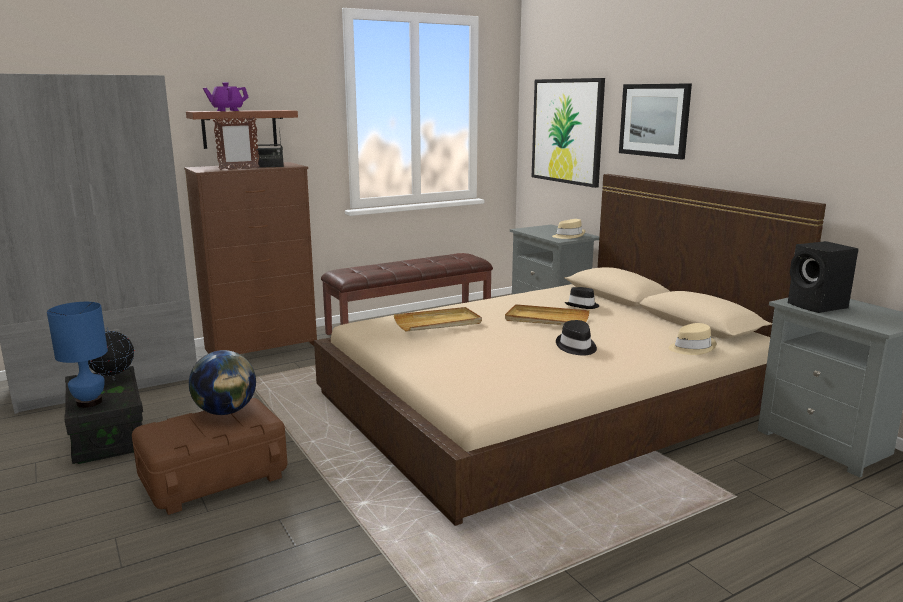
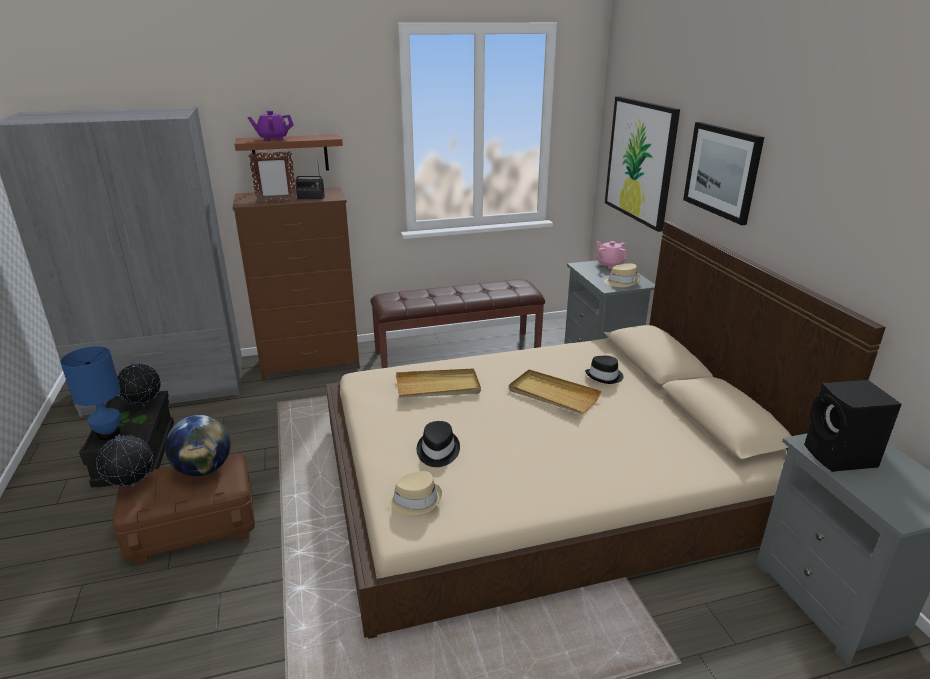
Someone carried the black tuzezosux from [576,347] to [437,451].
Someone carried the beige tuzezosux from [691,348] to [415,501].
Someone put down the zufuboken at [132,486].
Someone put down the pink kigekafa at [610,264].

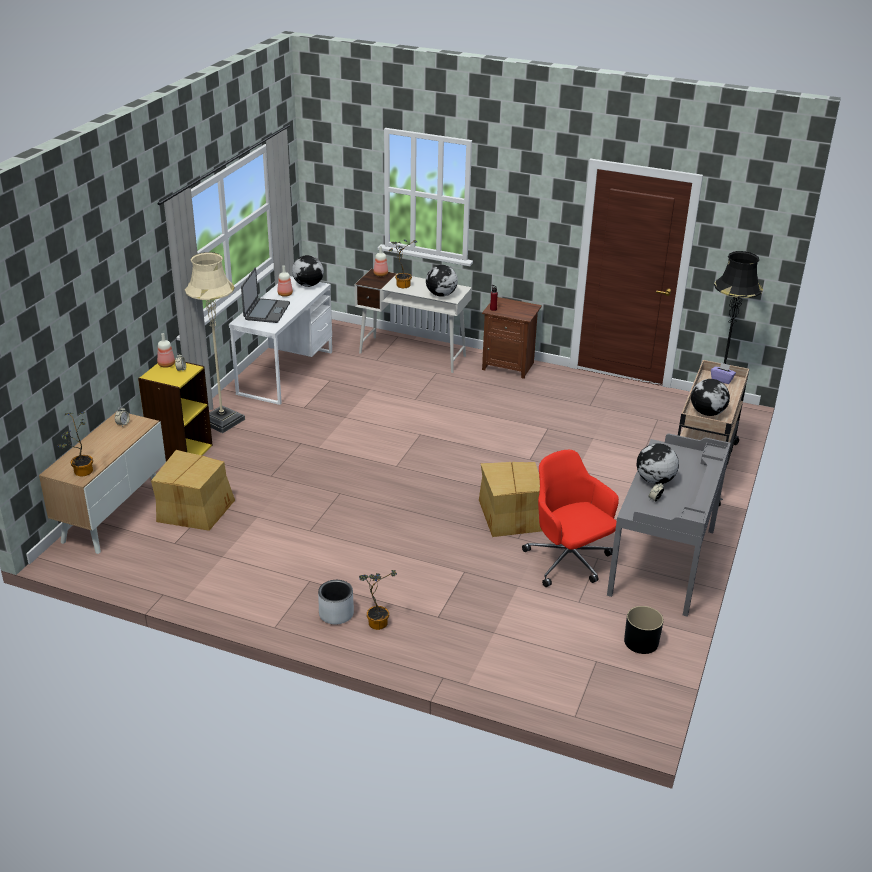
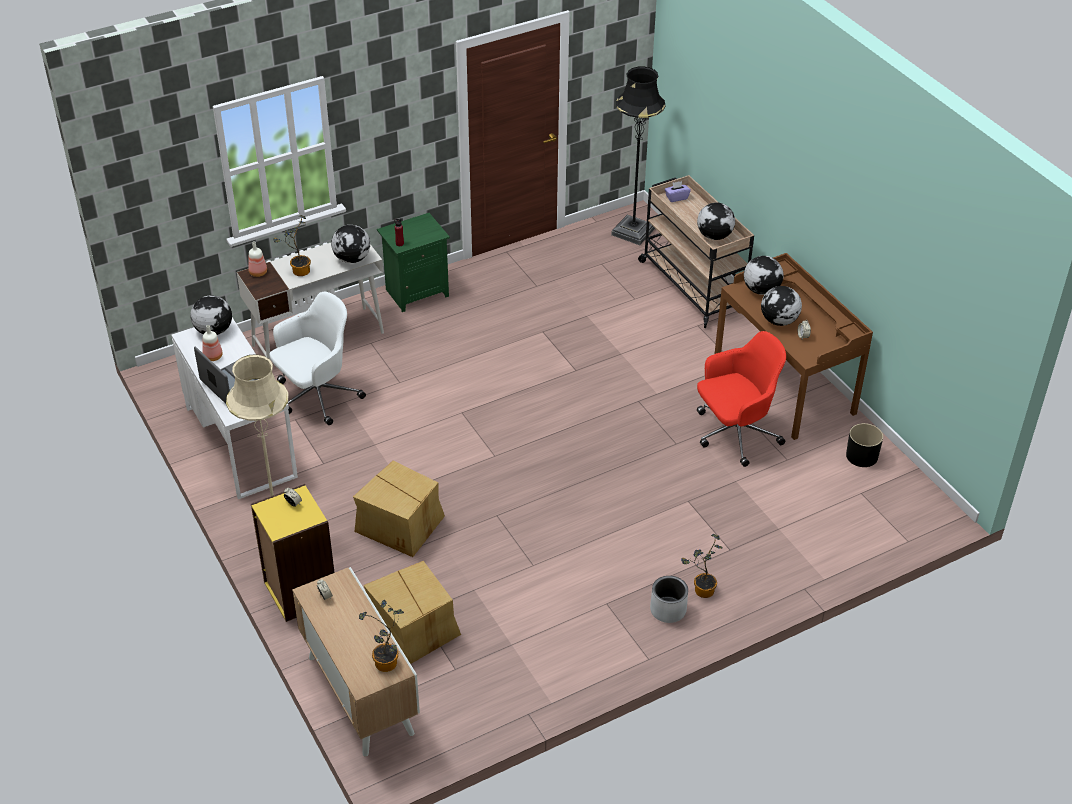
Someone took away the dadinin at [166,365].
Someone carried the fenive from [512,516] to [401,525].
Someone repainted the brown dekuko at [508,366], which became the green dekuko at [416,292].
Someone rotated the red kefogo at [569,562] by 150 degrees clockwise.
Someone repainted the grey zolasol at [663,562], which became the brown zolasol at [785,384].
Someone put down the white kefogo at [317,396].
Someone put down the zufuboken at [761,290].

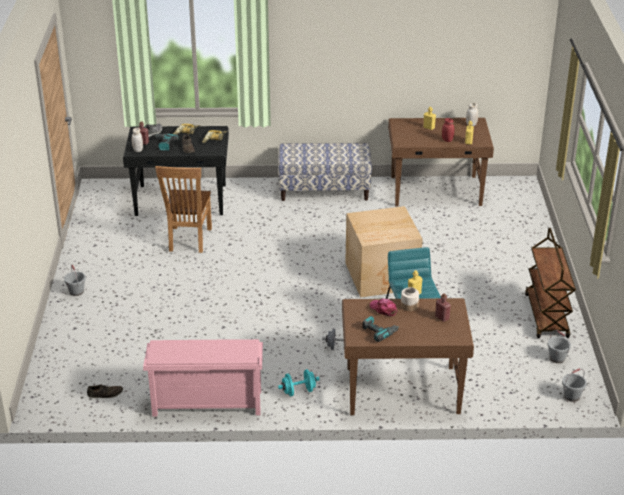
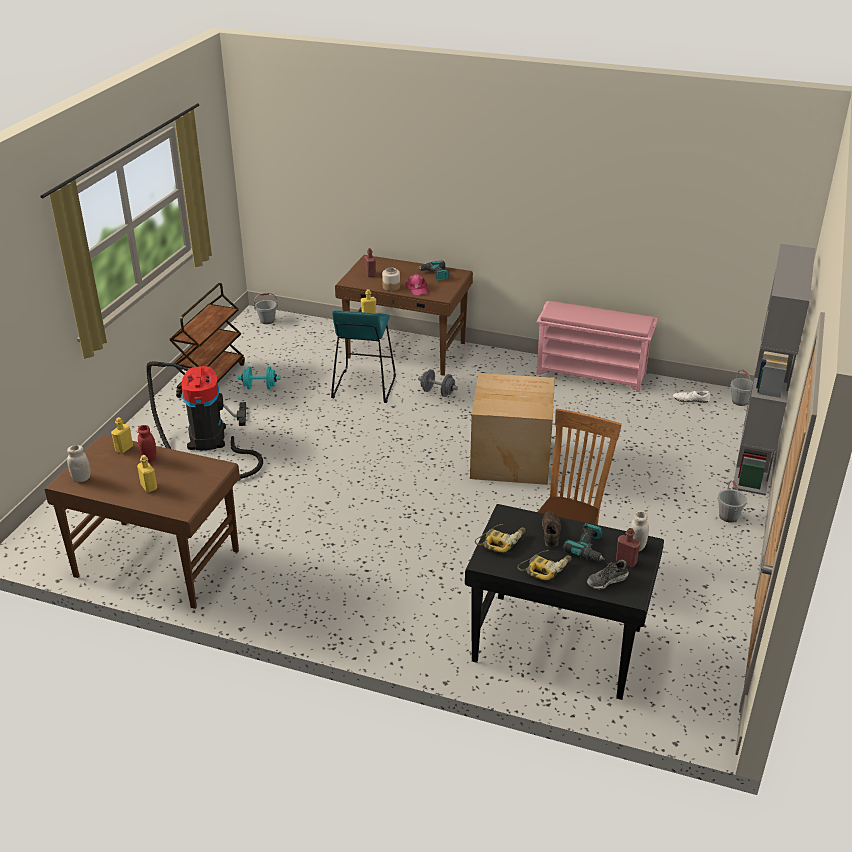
Someone repainted the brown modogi at [105,394], which became the white modogi at [690,399].
Someone took away the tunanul at [324,190].
Someone carried the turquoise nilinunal from [298,391] to [260,387].
Someone carried the fenive from [383,276] to [509,458].
Someone carried the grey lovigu from [557,358] to [740,401].
Someone put down the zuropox at [208,441].
Someone put down the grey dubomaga at [754,460].

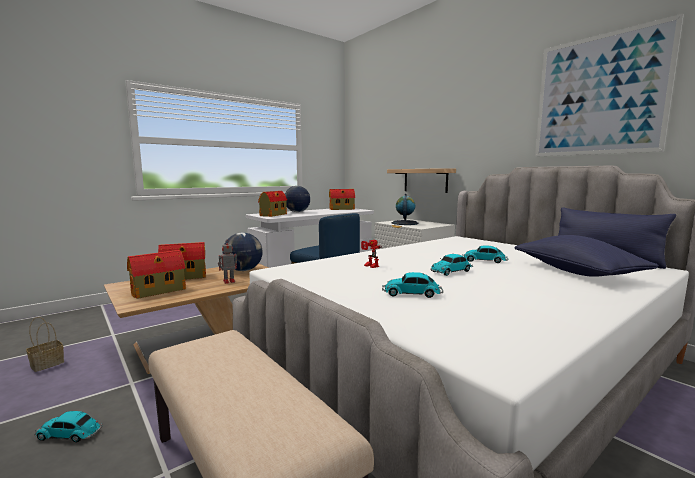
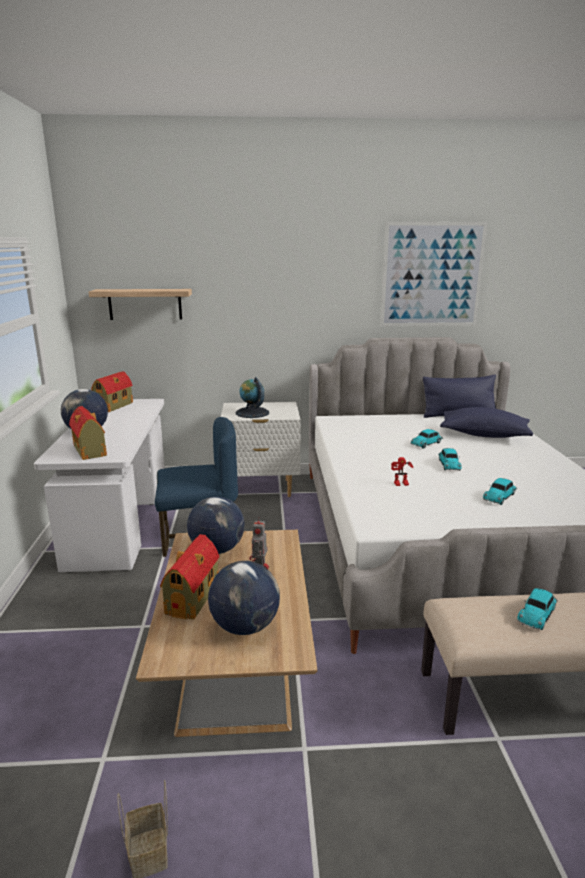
Someone carried the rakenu from [70,434] to [537,613].
Someone swapped the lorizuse at [160,291] for the zufuboken at [245,626].
Someone carried the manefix from [425,180] to [145,304].

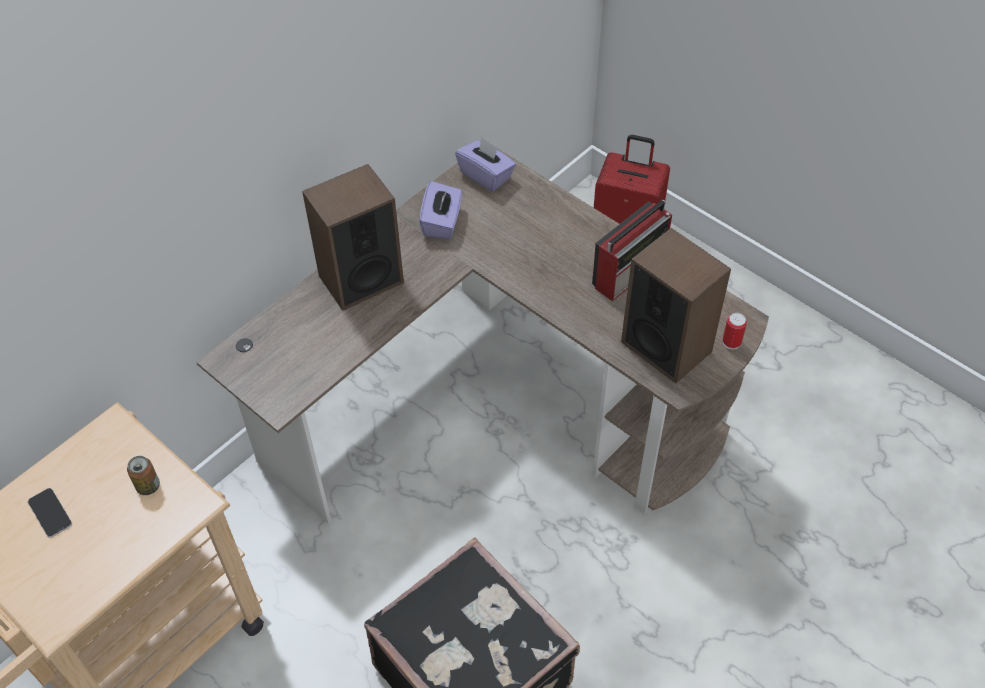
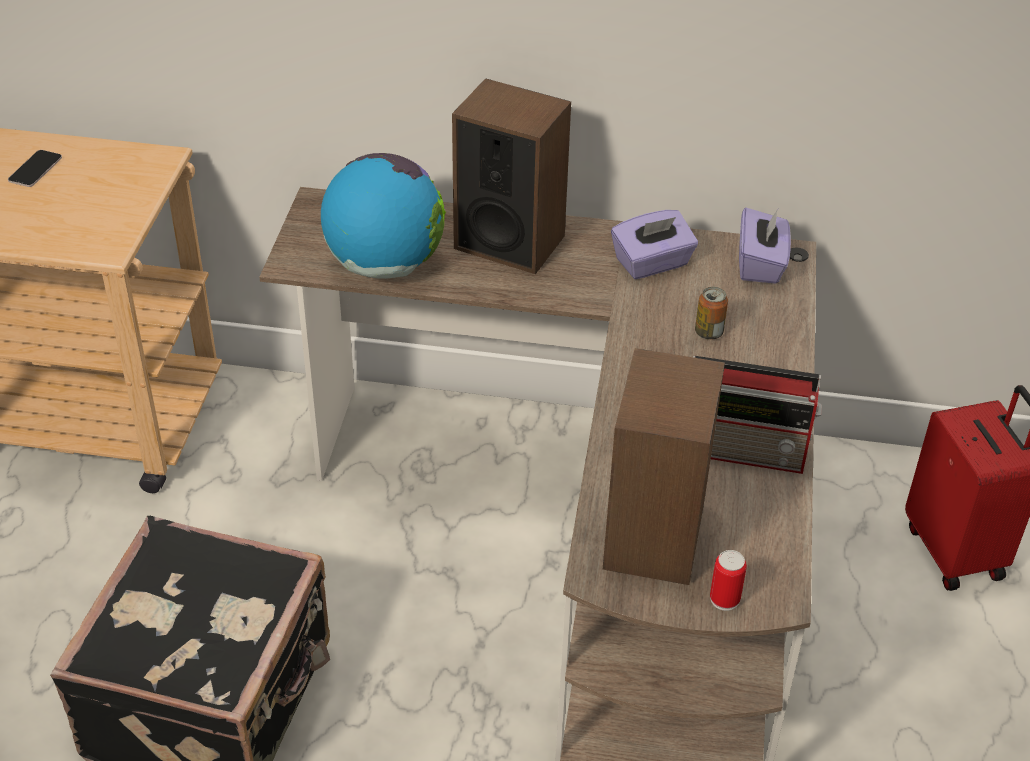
Someone carried the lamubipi from [148,486] to [709,332].
Someone put down the zufuboken at [385,265].

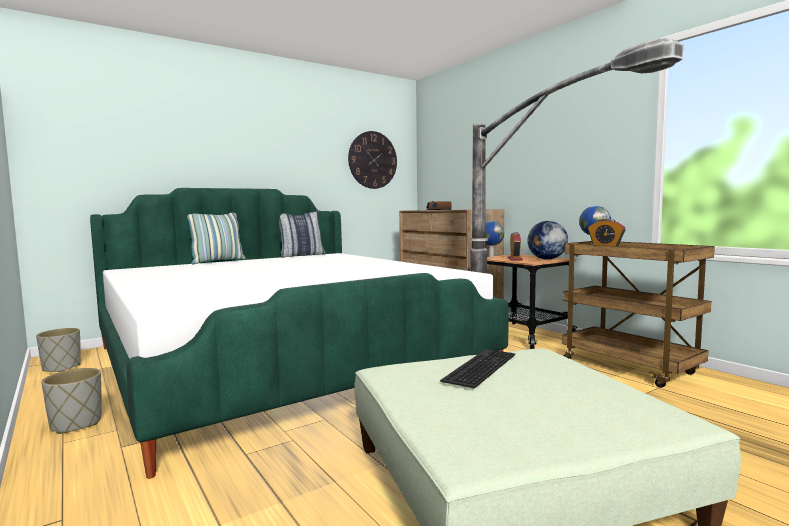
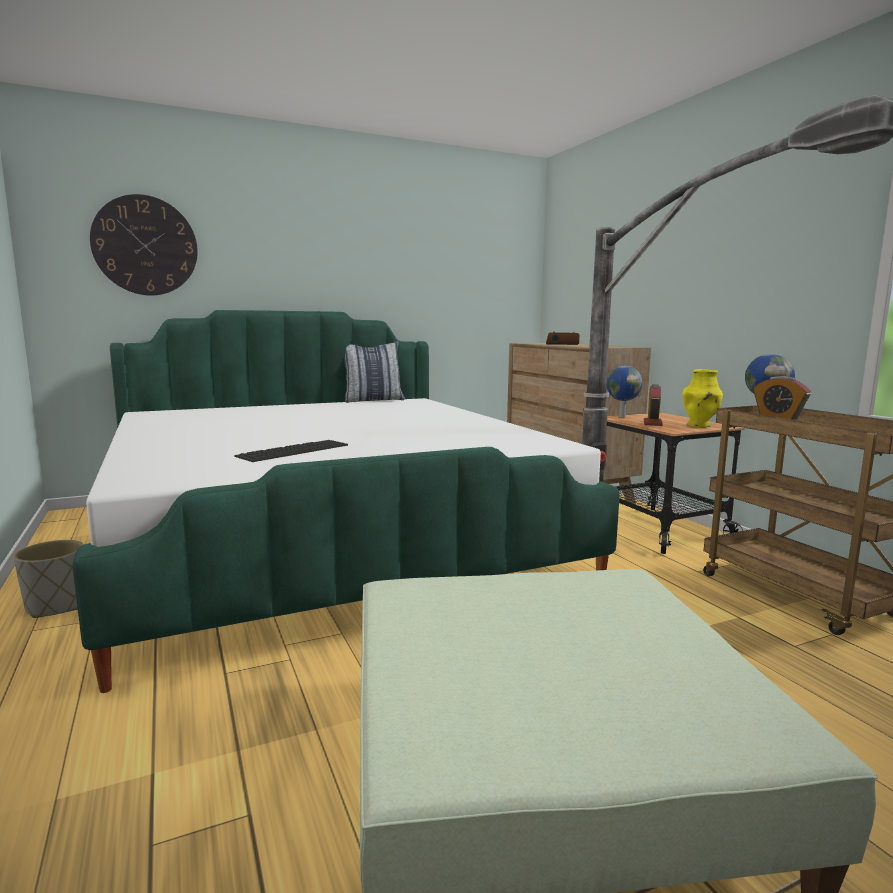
Someone took away the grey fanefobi at [61,367].
Someone took away the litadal at [217,261].
Someone carried the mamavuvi from [372,160] to [145,246].
Someone carried the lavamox from [479,366] to [293,450].
Someone swapped the zufuboken at [546,259] for the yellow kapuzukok at [699,425].

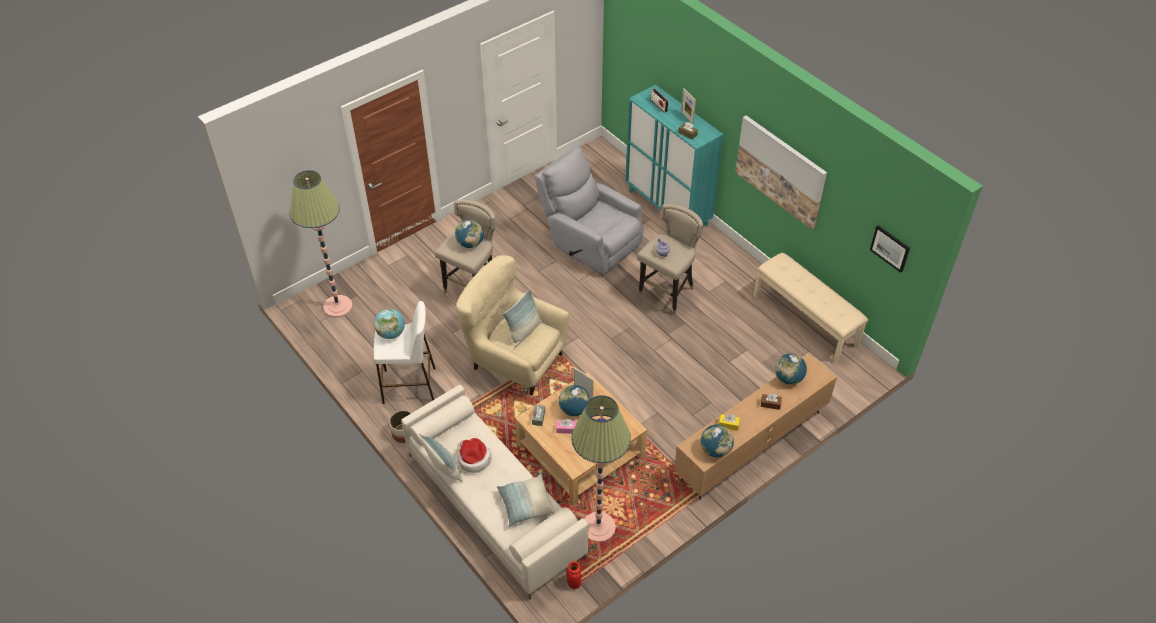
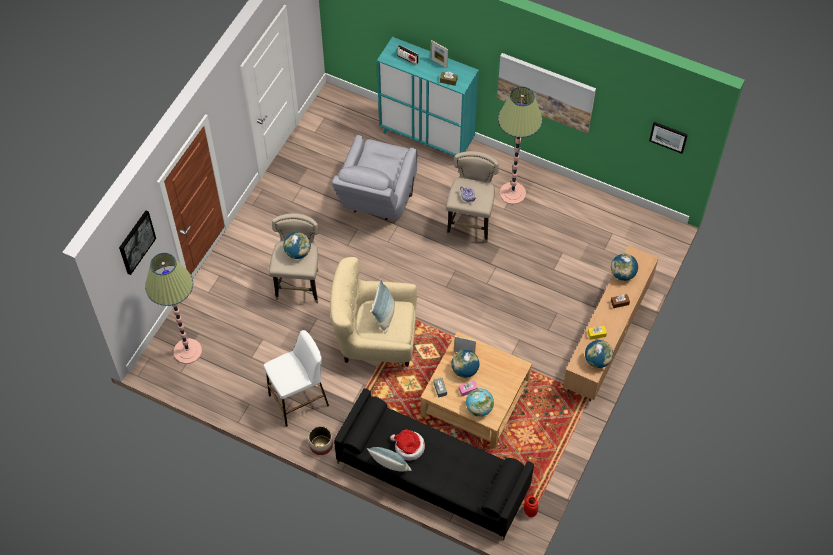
Someone carried the zufuboken from [391,333] to [479,408].
Someone repainted the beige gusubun at [493,505], which became the black gusubun at [432,476].
Someone took away the litadal at [526,505].
Someone rotated the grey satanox at [590,241] by 90 degrees counterclockwise.
Someone carried the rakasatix from [598,527] to [512,193].
Someone took away the beige tunanul at [806,320].
Someone put up the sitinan at [136,242].

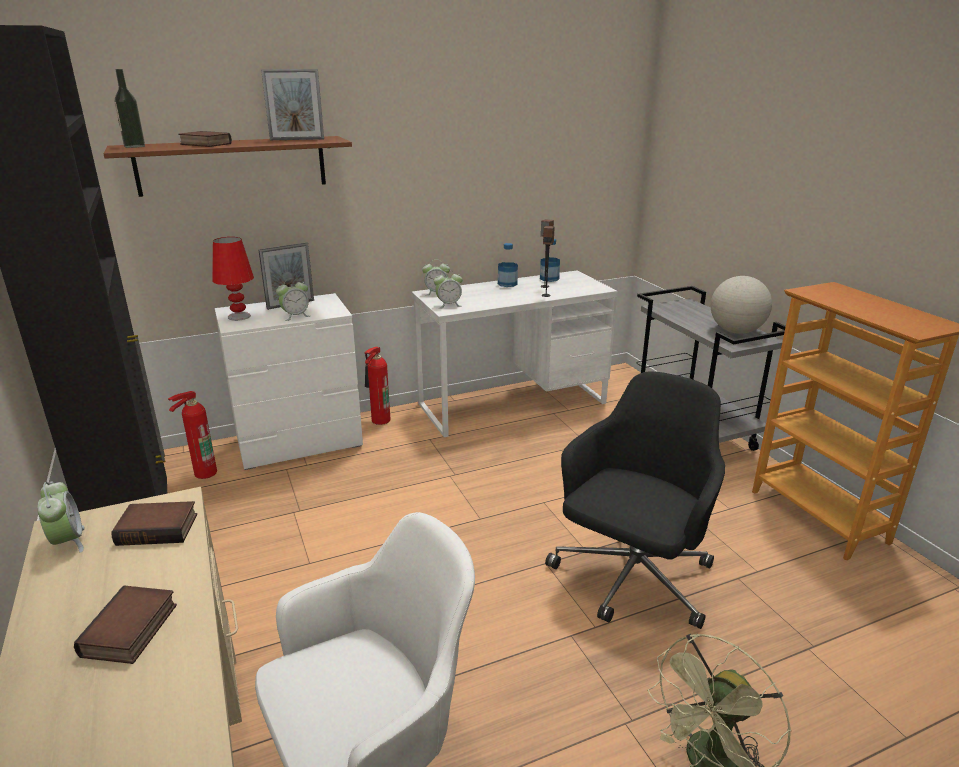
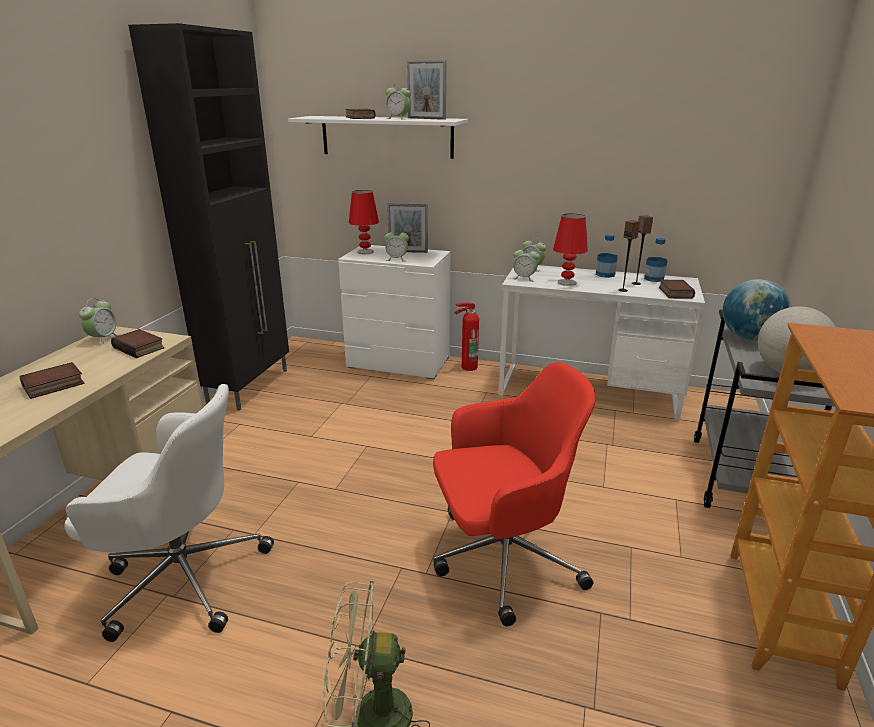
Someone repainted the brown manefix at [232,165], which became the white manefix at [386,137].
Someone took away the dadinin at [134,146].
Someone took away the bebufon at [202,473].
Someone repainted the black kefogo at [632,579], which became the red kefogo at [502,559].
Someone put down the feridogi at [398,119].
Someone put down the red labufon at [567,282].
Someone put down the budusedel at [674,292].
Someone put down the zufuboken at [749,338].

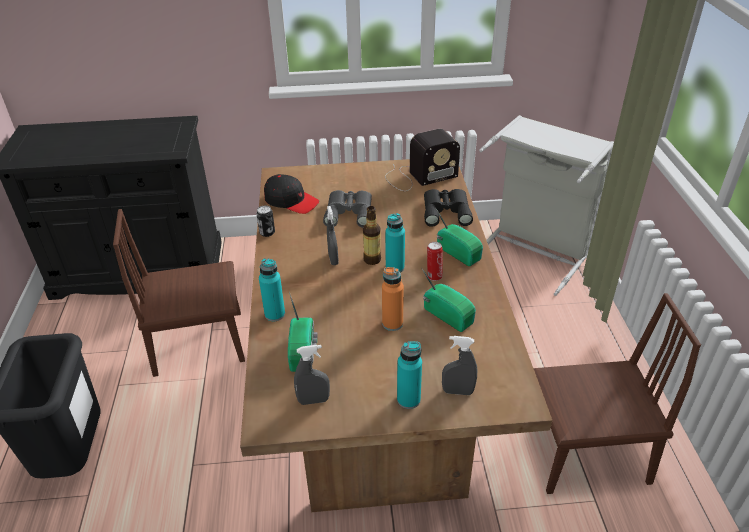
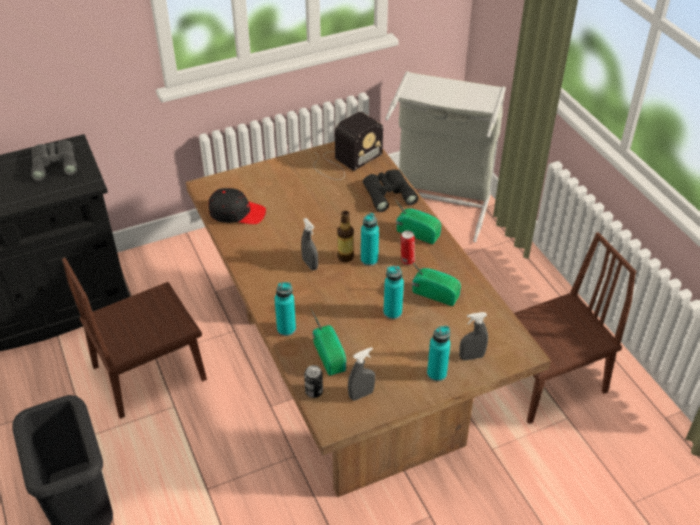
Someone carried the lamubipi from [267,233] to [314,392].
Someone carried the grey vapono from [349,212] to [55,162].
Someone repainted the orange dadinin at [392,323], which became the turquoise dadinin at [392,312].

